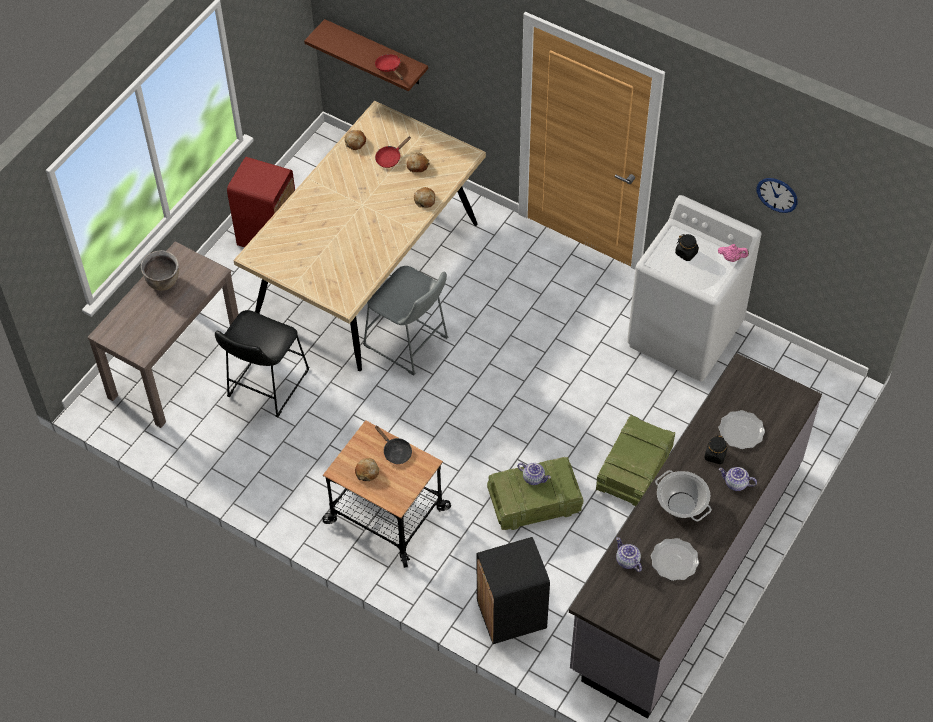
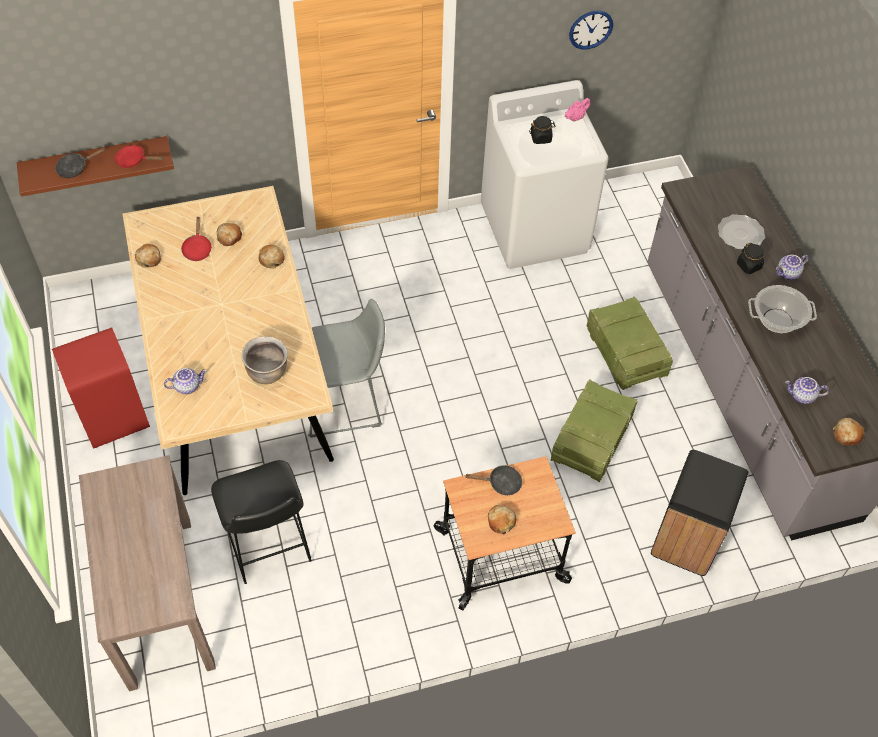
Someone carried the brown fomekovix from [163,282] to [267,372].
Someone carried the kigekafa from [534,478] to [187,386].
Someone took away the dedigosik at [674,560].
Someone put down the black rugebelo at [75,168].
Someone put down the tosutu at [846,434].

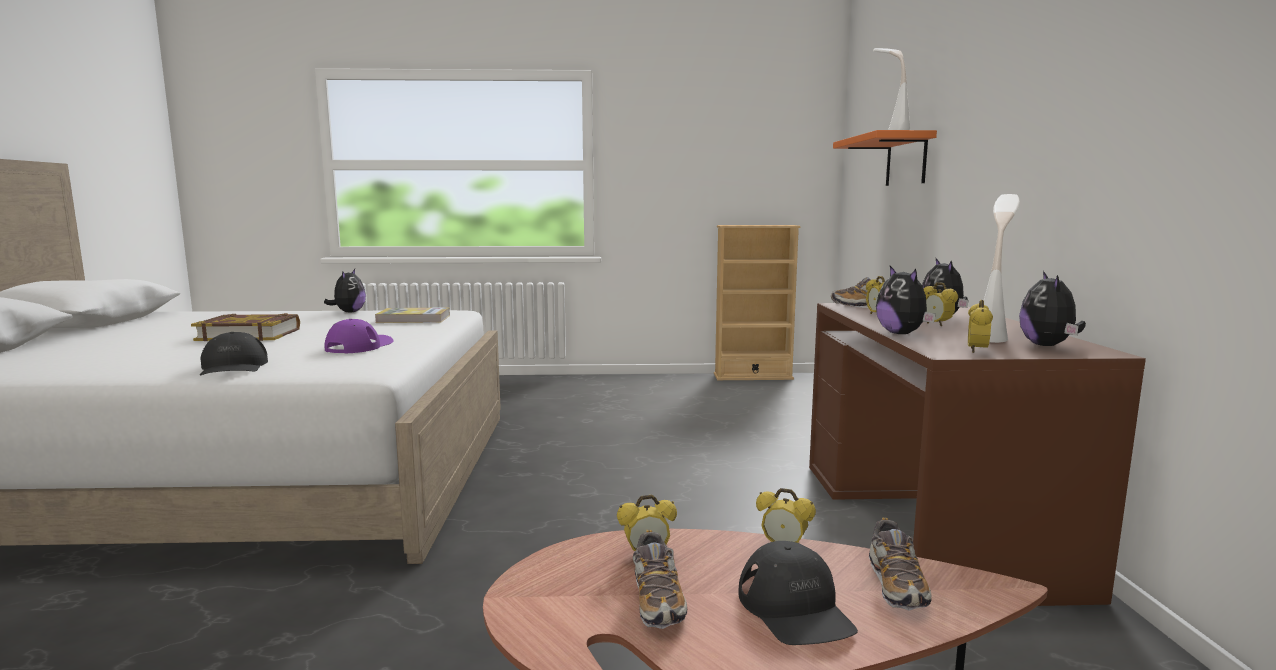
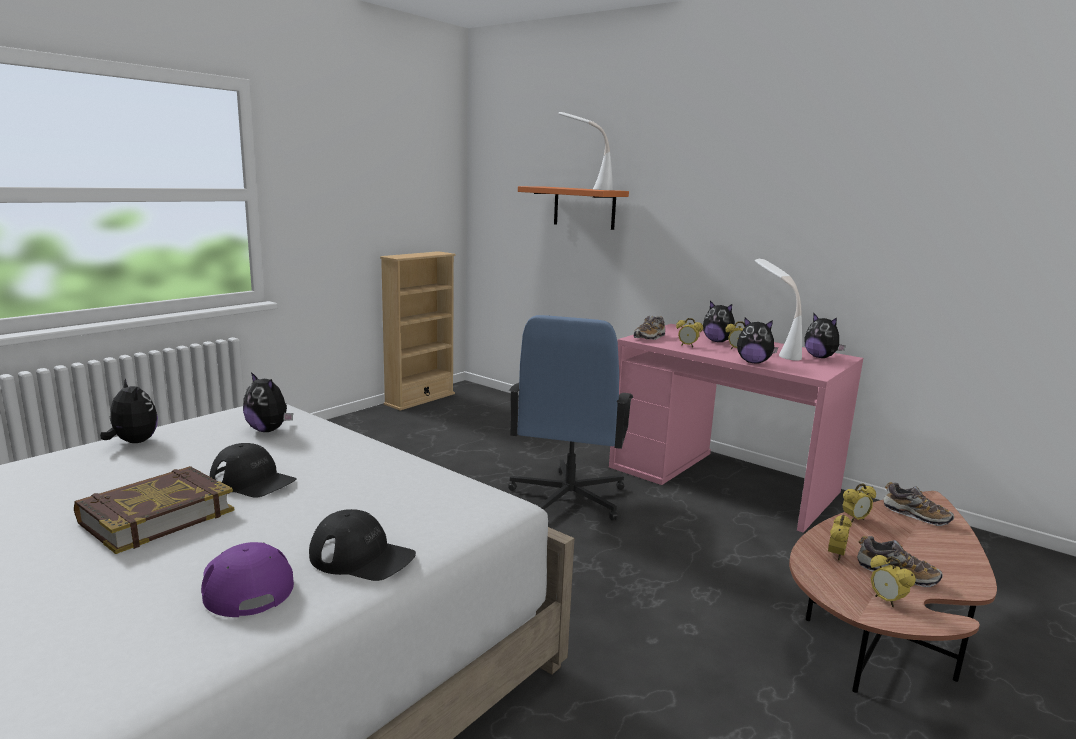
Someone carried the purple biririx from [359,346] to [245,583].
Someone swapped the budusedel at [413,319] for the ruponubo at [269,430].
Someone carried the black biririx from [795,608] to [253,481].
Someone repainted the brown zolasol at [929,522], which became the pink zolasol at [721,479].
Someone carried the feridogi from [976,351] to [886,601].
Someone put down the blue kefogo at [567,498].

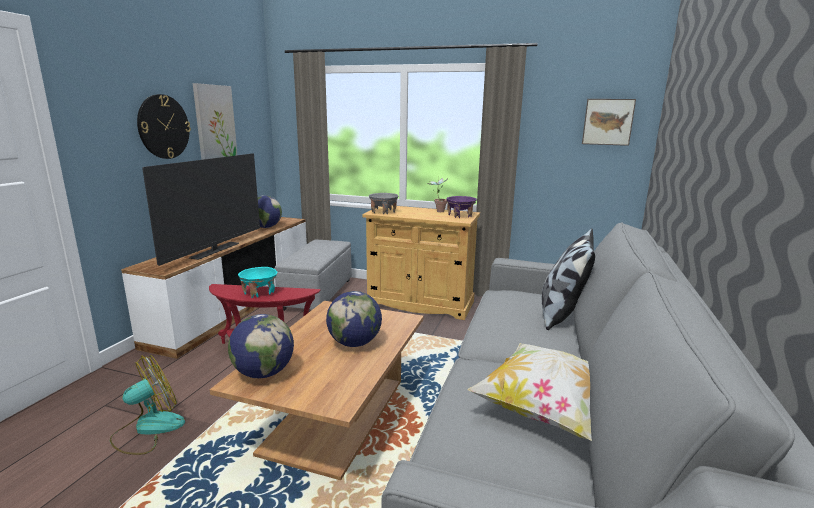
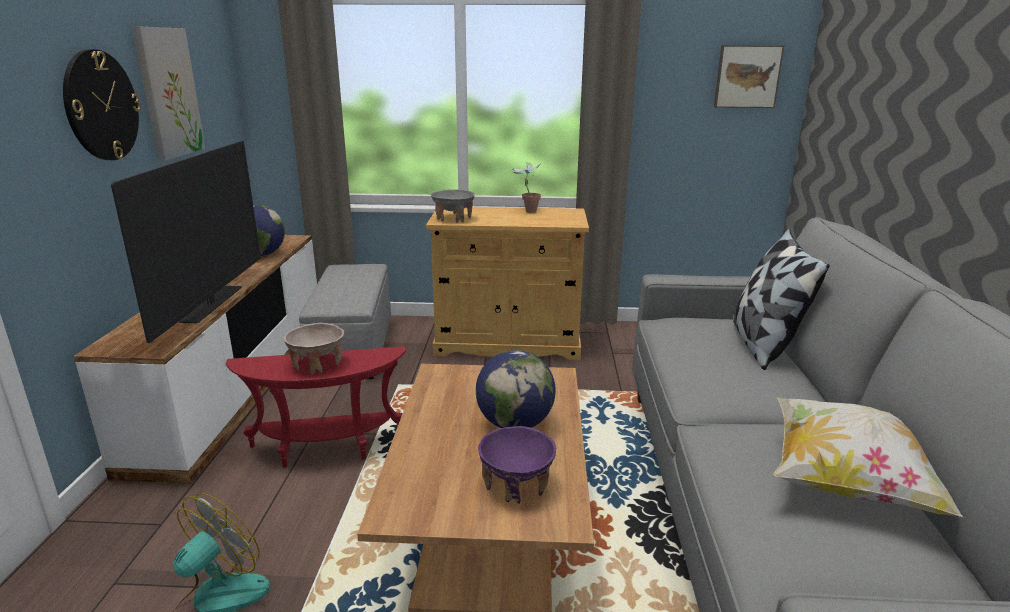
Someone took away the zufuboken at [263,373].
Someone repainted the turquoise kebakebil at [259,292], which became the beige kebakebil at [317,364].
Someone carried the purple kebakebil from [460,215] to [516,485].

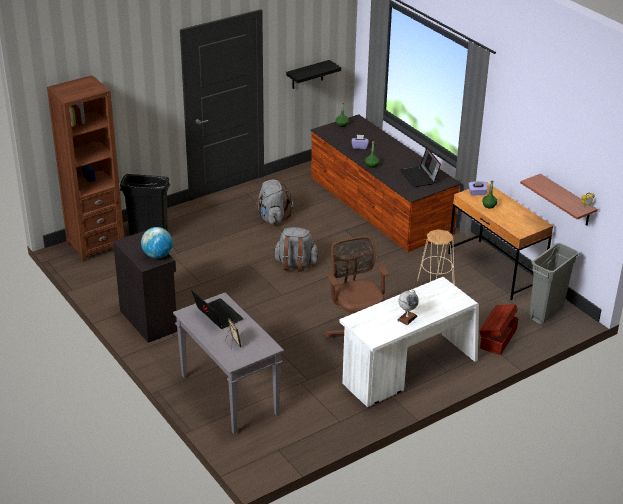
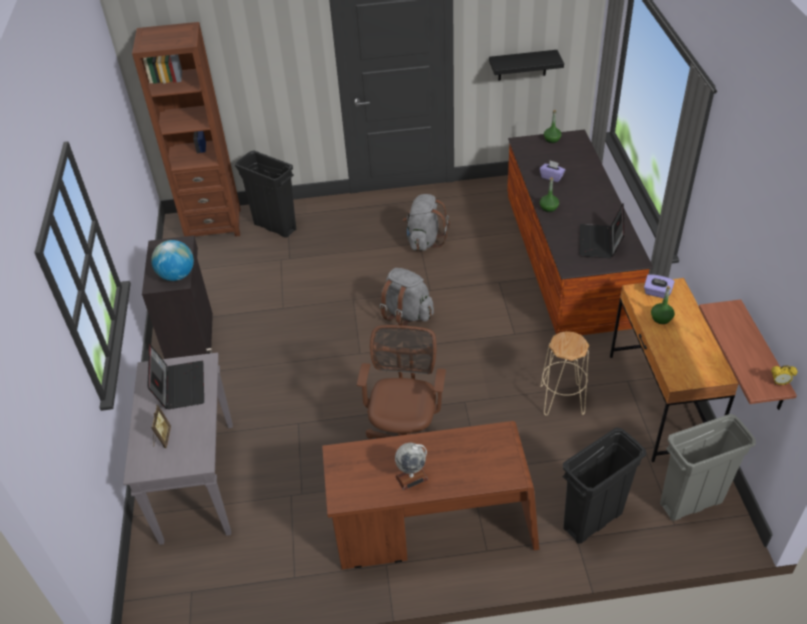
Someone repainted the white zolasol at [408,372], which became the brown zolasol at [434,531].
Someone swapped the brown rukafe at [497,338] for the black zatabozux at [592,521].

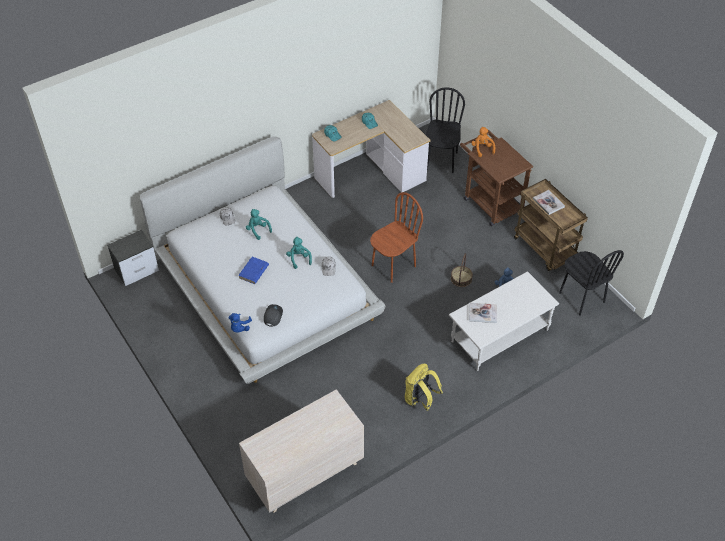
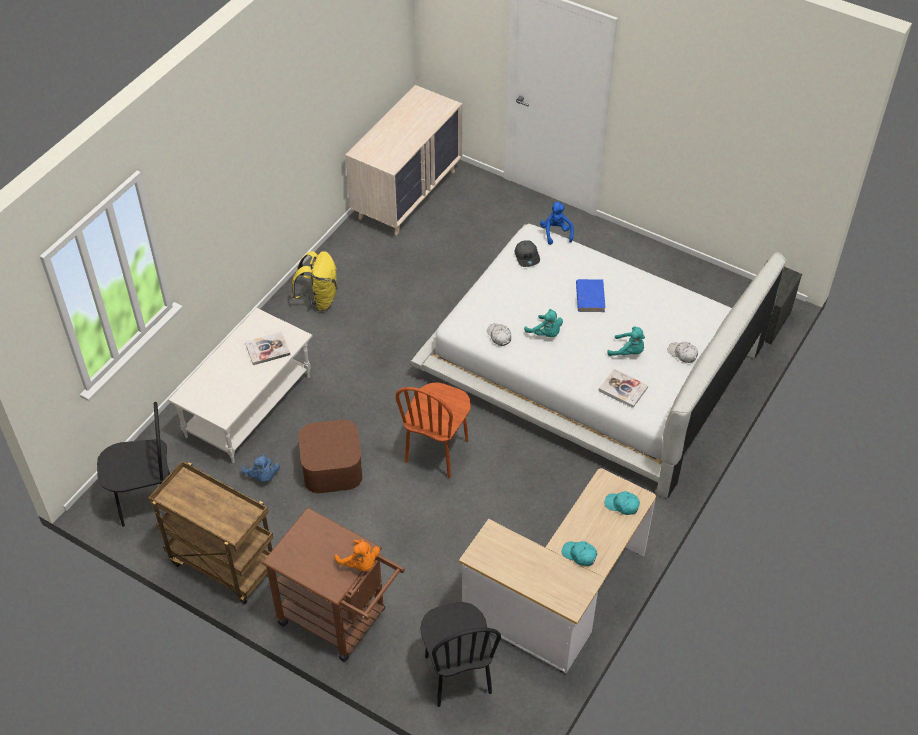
Someone swapped the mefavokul at [461,278] for the brown rukafe at [332,467].
Someone carried the budusedel from [548,203] to [623,389].
Someone rotated the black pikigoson at [581,297] by 135 degrees clockwise.

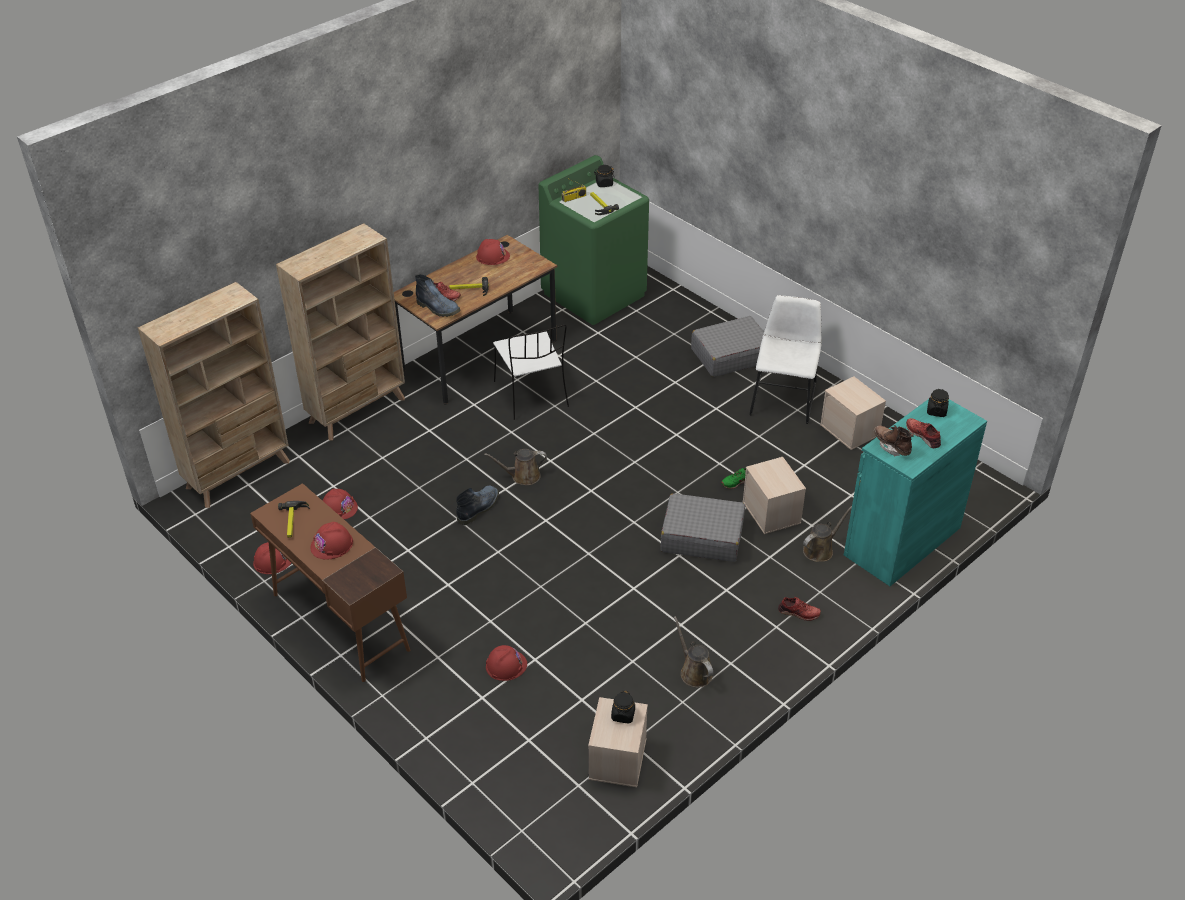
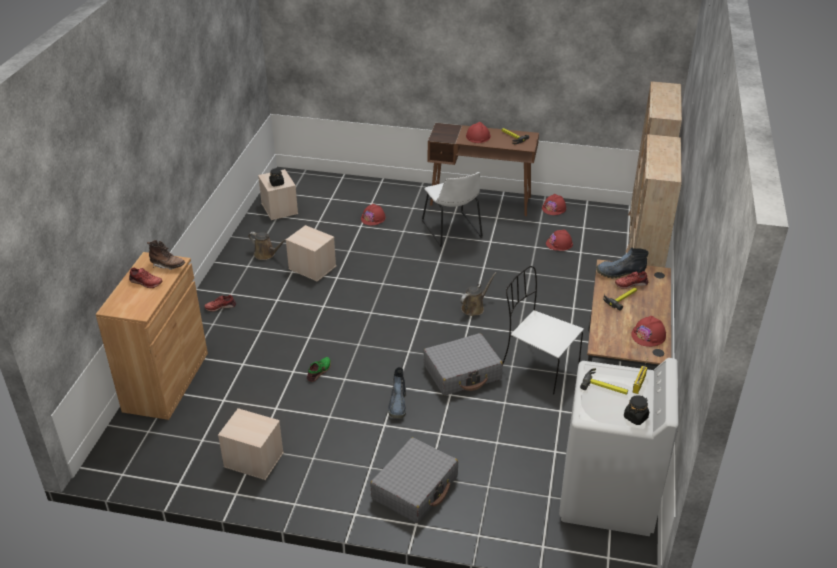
Someone carried the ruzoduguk from [478,508] to [398,405].
Someone repainted the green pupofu at [594,294], which became the white pupofu at [607,496].
Someone carried the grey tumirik from [701,536] to [462,372].
Someone carried the beige rukafe from [772,512] to [311,267].
Someone carried the white pikigoson from [783,397] to [452,231].
Someone took away the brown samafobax at [820,549].
Someone repainted the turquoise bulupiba at [902,541], which became the brown bulupiba at [166,381].
Someone took away the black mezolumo at [936,411].

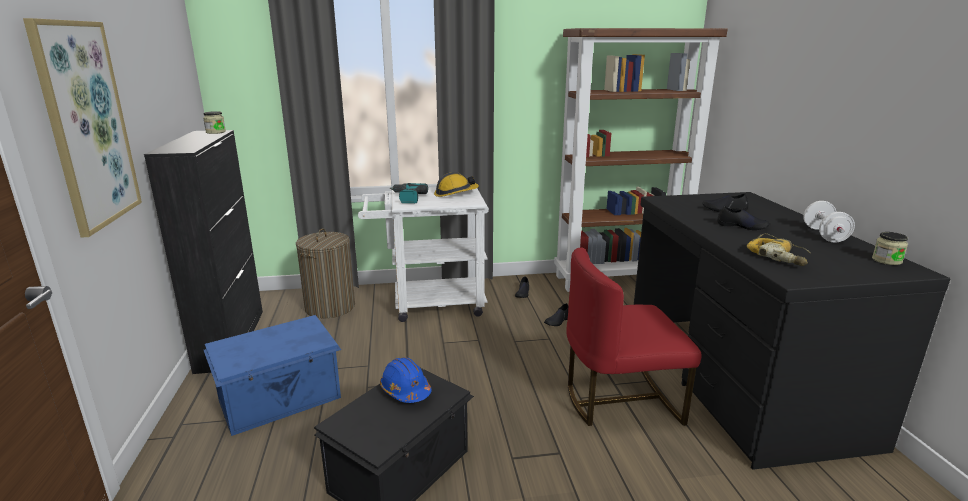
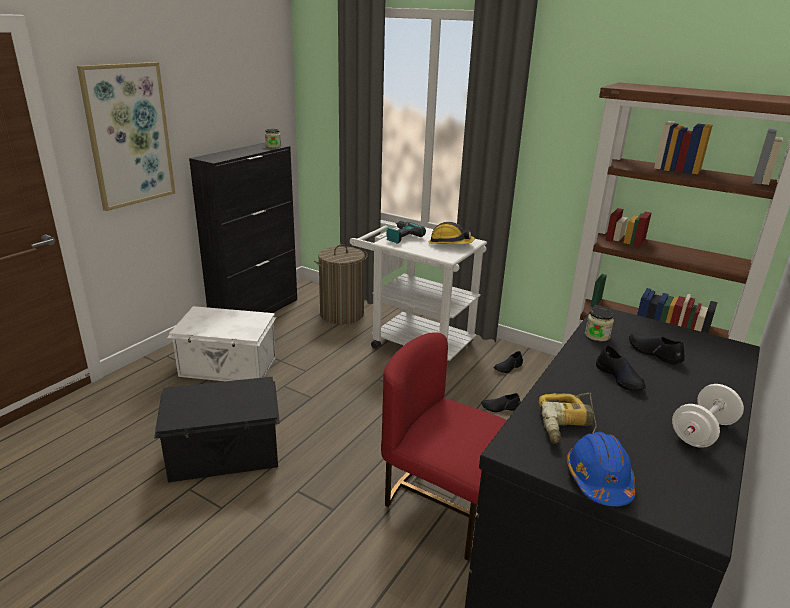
Someone repainted the blue rukafe at [281,400], which became the white rukafe at [228,367].
Someone carried the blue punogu from [405,390] to [598,480].
Someone carried the mezolumo from [886,260] to [597,335].

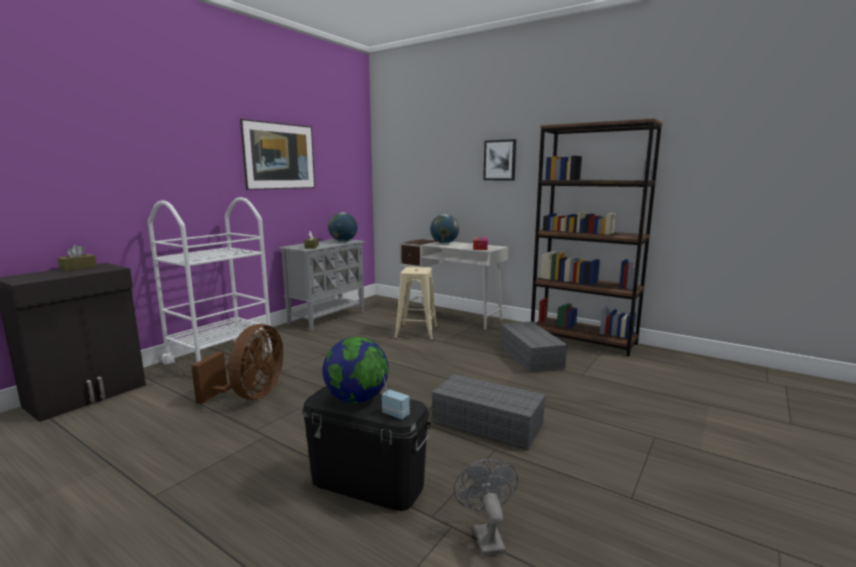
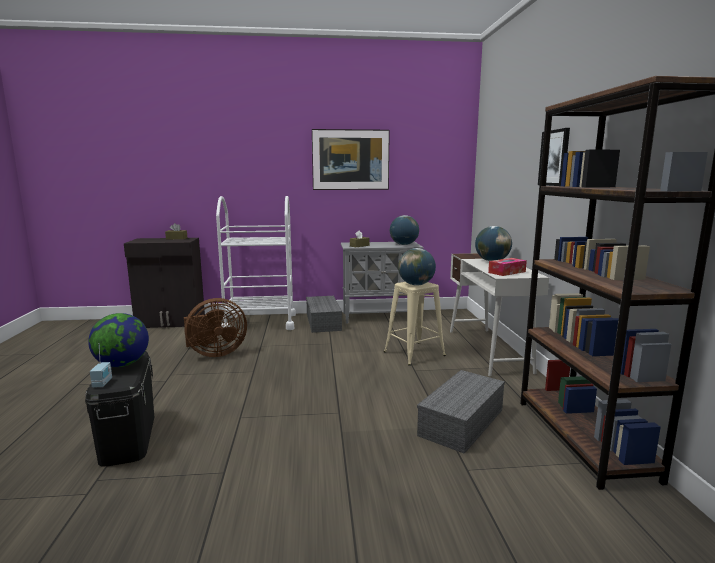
Someone carried the grey rukafe from [489,423] to [324,322].
Someone took away the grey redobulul at [486,535].
Someone put down the zufuboken at [416,284].

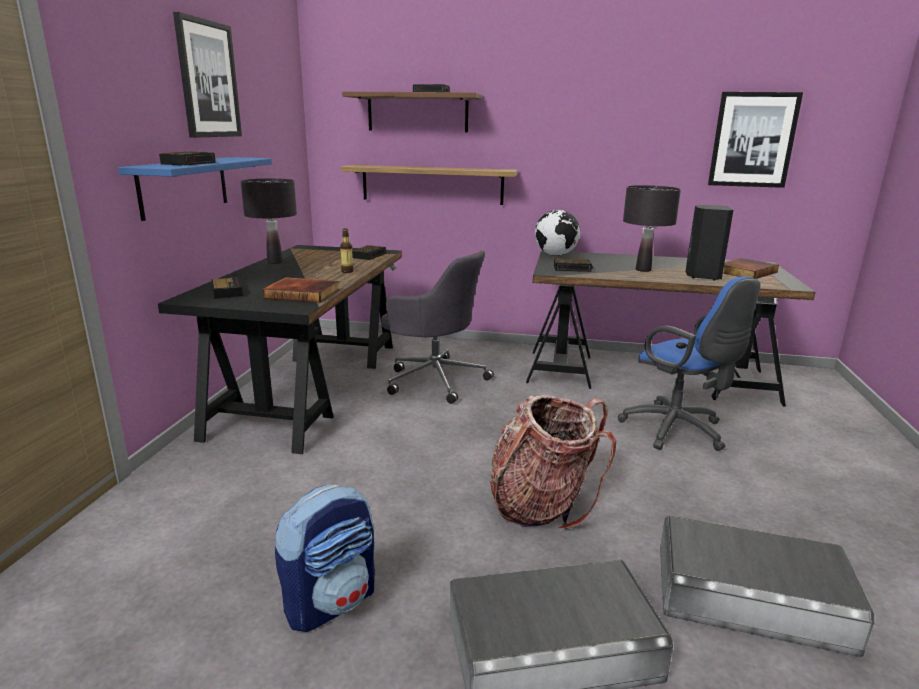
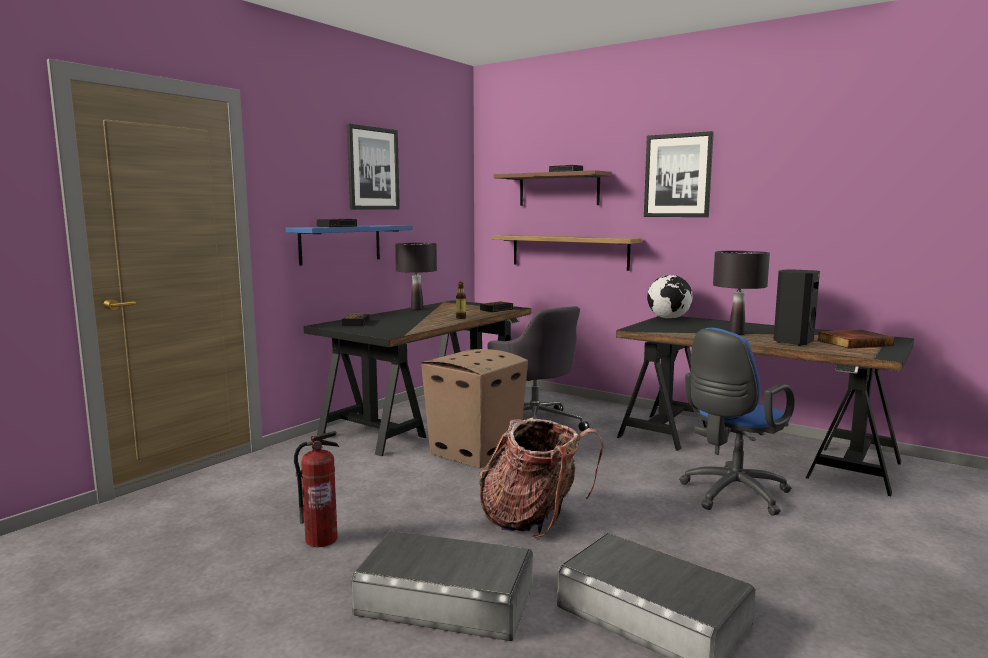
Someone took away the budusedel at [303,293].
Someone swapped the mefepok at [331,601] for the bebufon at [321,539].
Someone took away the feridogi at [573,268].
Someone rotated the blue kefogo at [678,431] by 60 degrees clockwise.
Someone carried the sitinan from [753,140] to [678,175].
Someone put down the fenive at [474,452].

